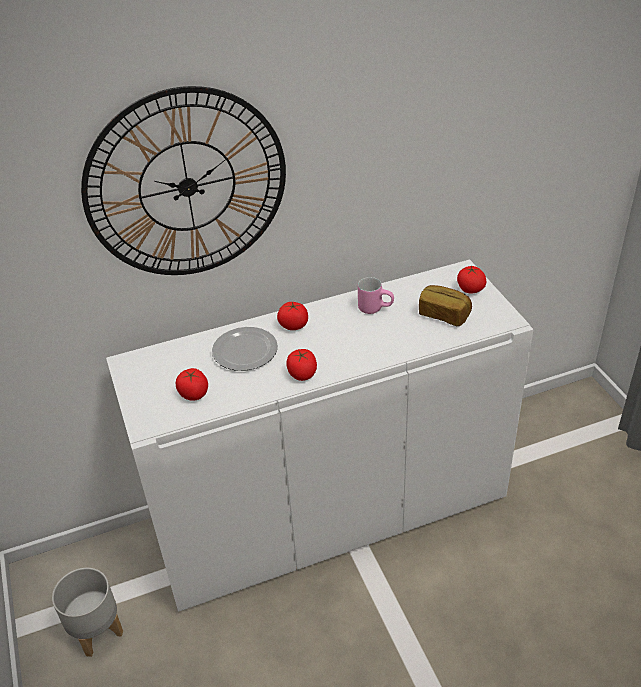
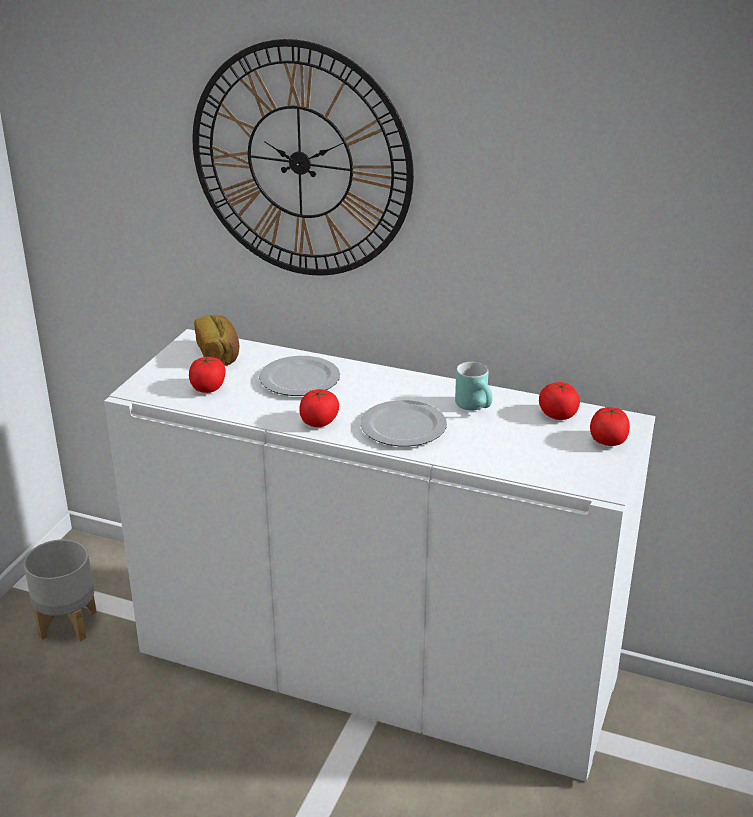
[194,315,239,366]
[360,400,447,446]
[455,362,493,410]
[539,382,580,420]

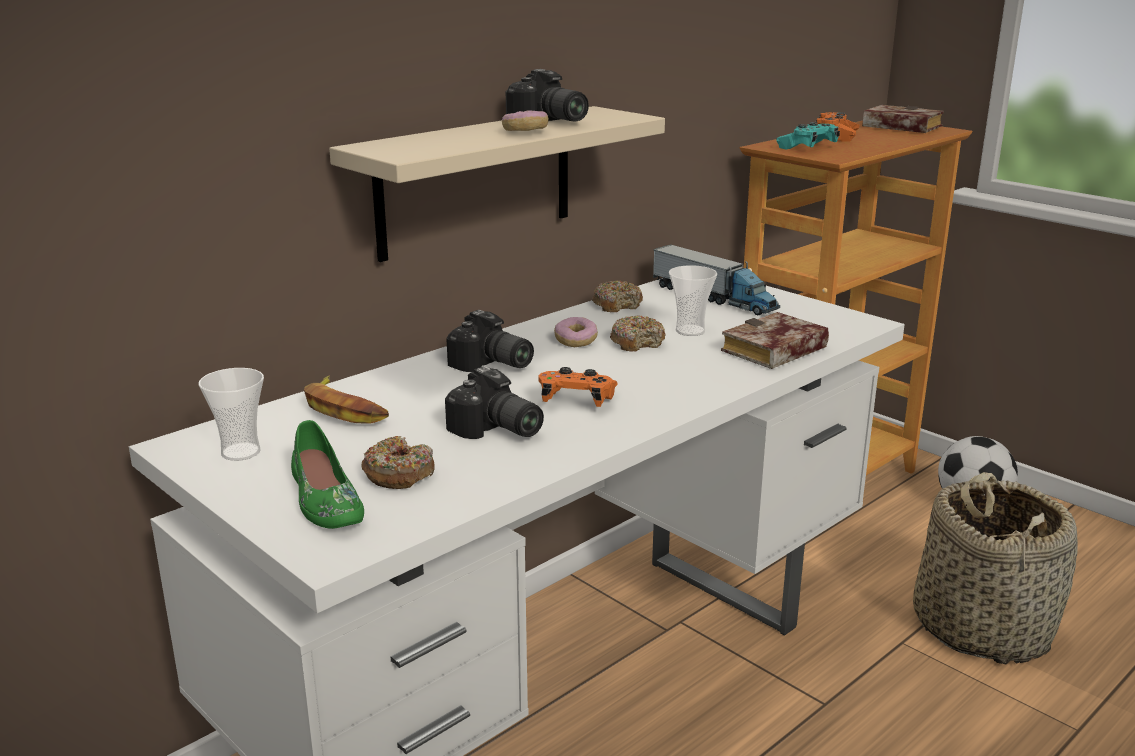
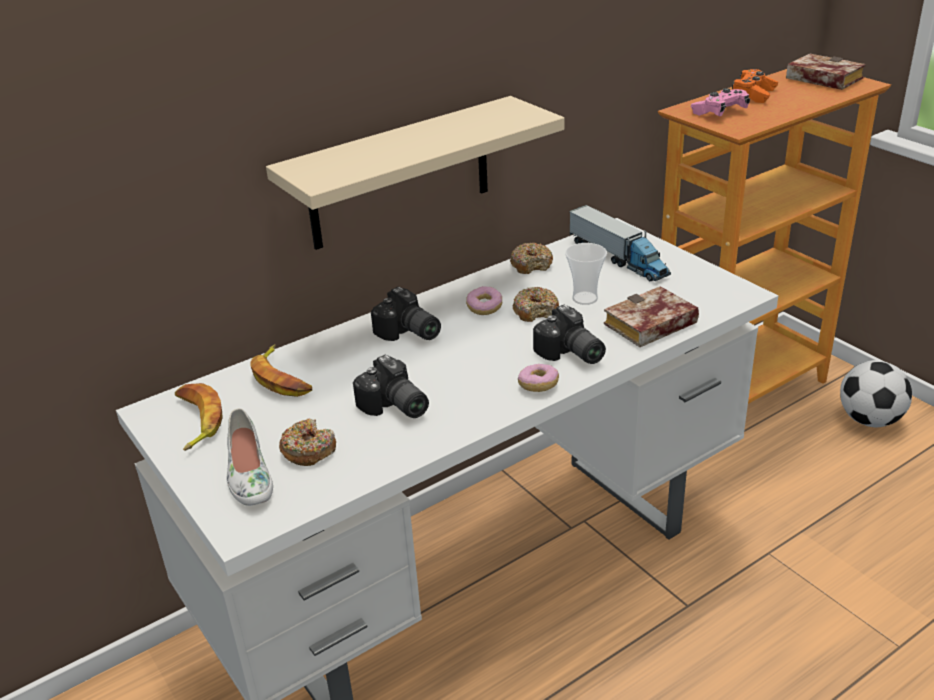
[175,383,223,451]
[227,408,273,506]
[518,364,559,392]
[533,304,606,364]
[691,88,750,116]
[538,367,618,407] (first image)
[913,472,1078,665] (first image)

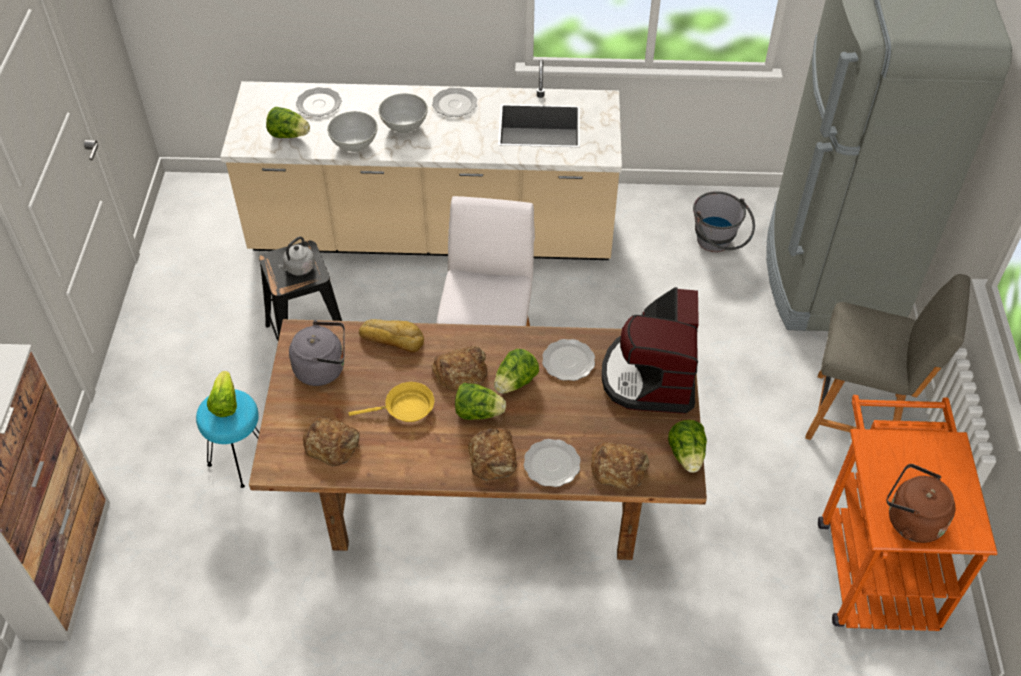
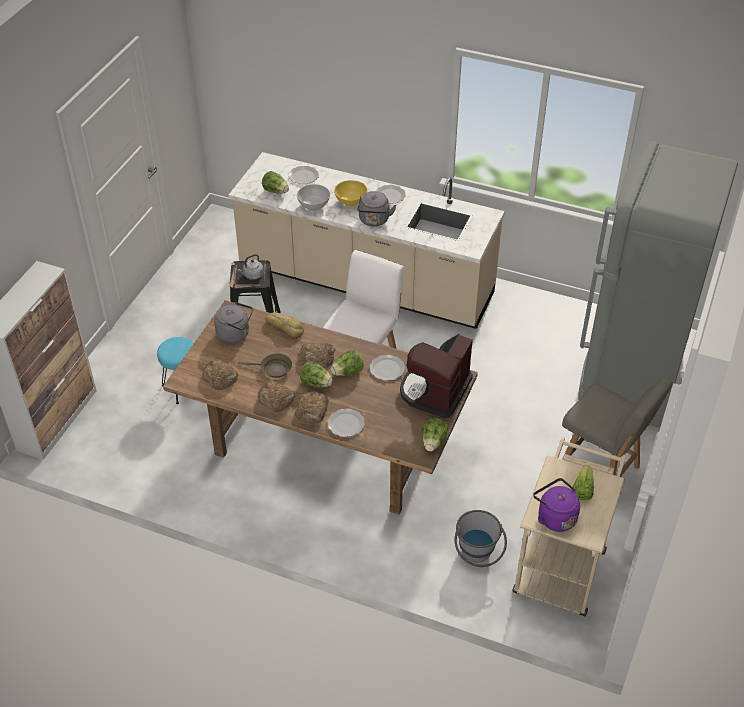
[238,353,292,378]
[258,380,295,412]
[334,180,368,207]
[357,191,396,226]
[454,510,507,567]
[512,437,626,616]
[533,478,580,532]
[572,465,594,500]

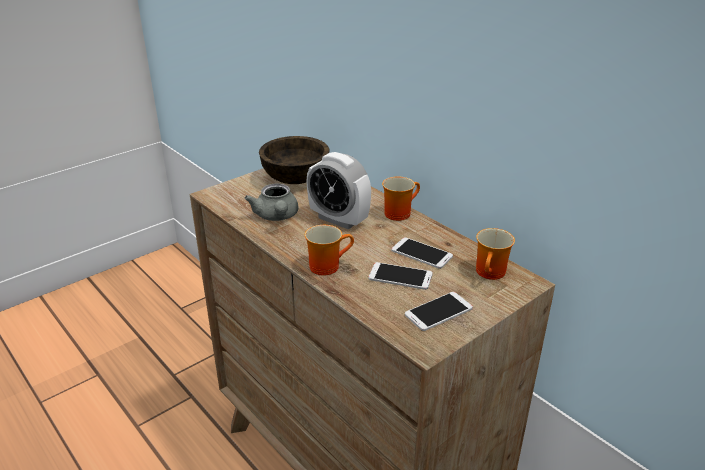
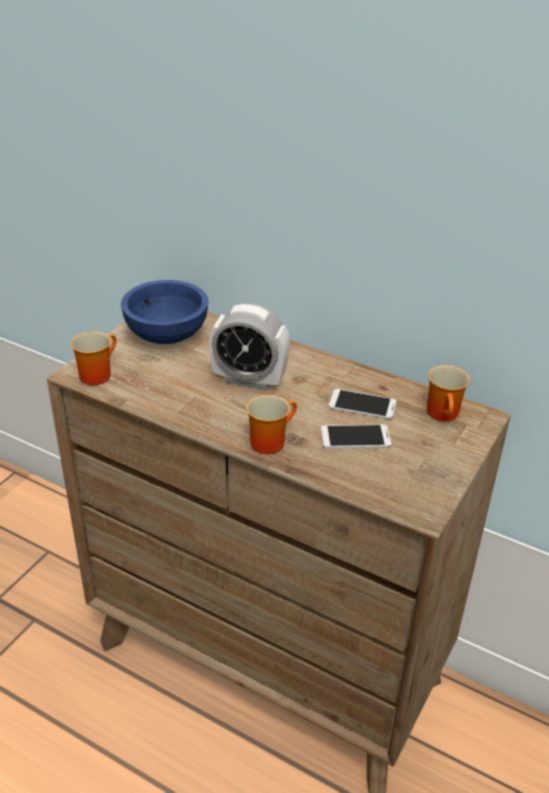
[70,331,117,385]
[121,280,208,344]
[244,183,298,221] (first image)
[405,292,473,331] (first image)

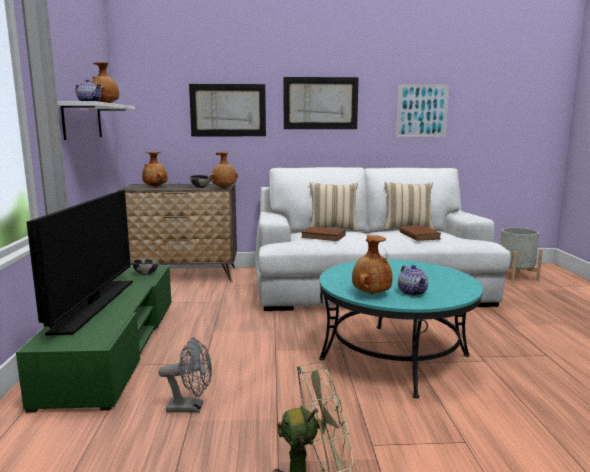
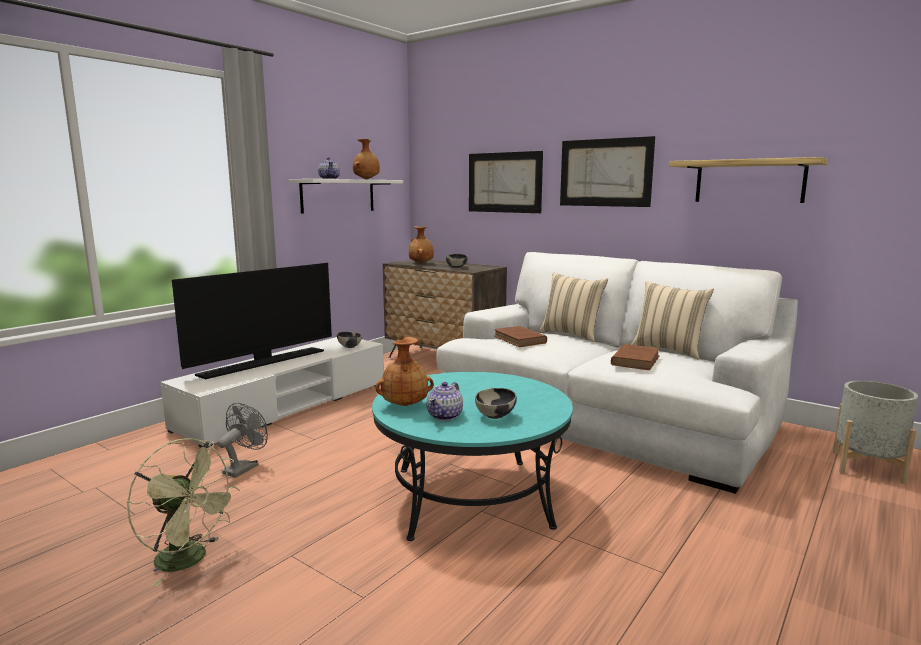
[160,337,384,448]
[218,403,268,478]
[475,388,517,419]
[669,157,828,203]
[210,152,238,188] (first image)

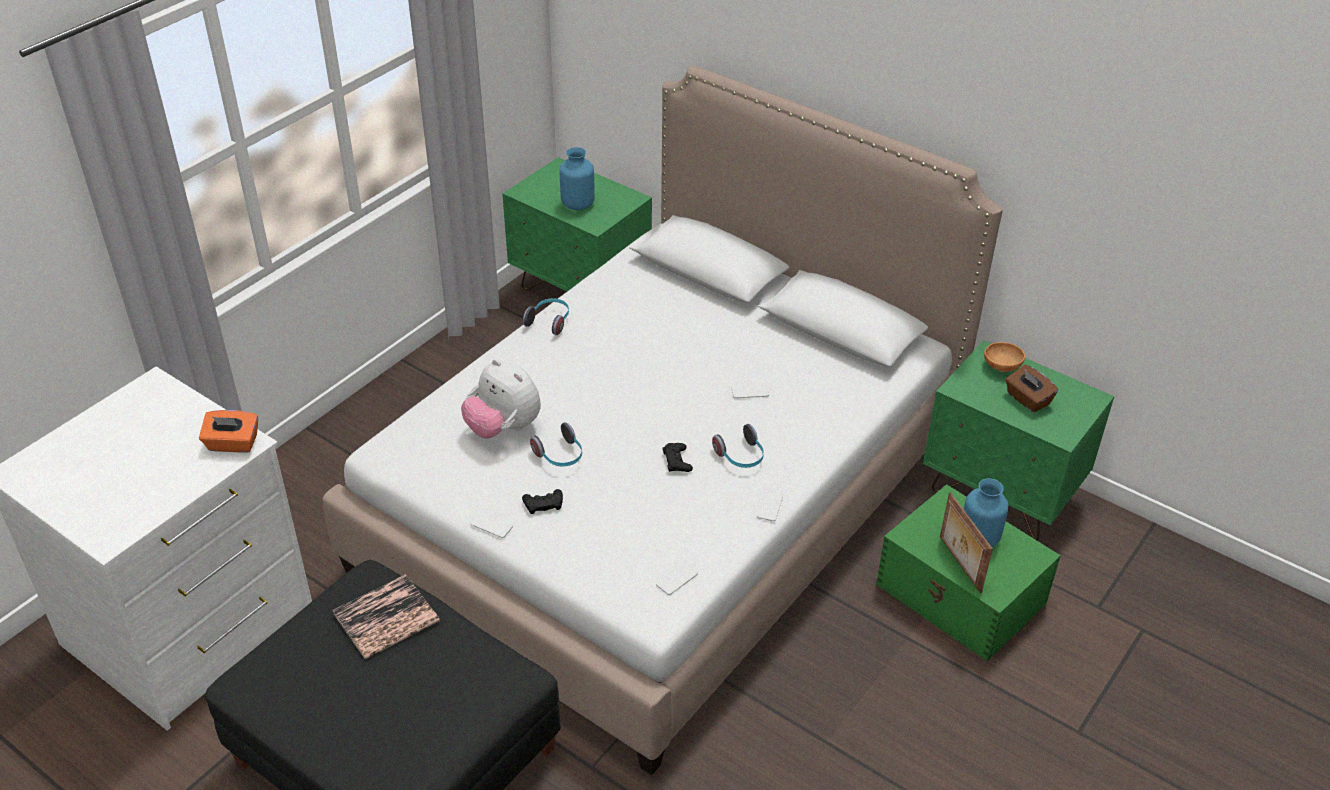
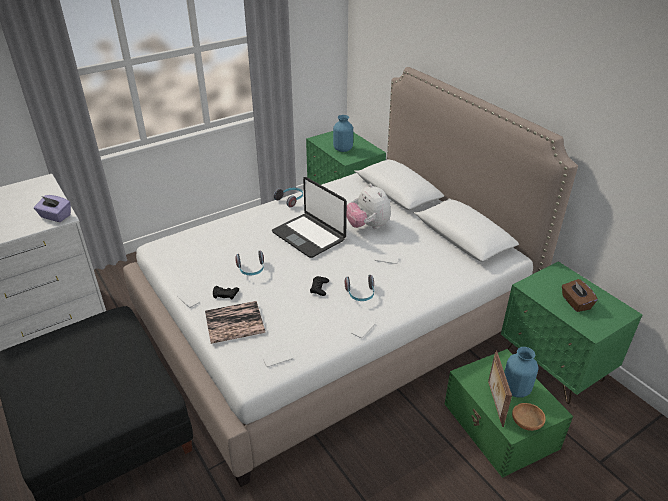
[34,195,71,222]
[205,301,265,344]
[272,177,347,258]
[347,183,391,229]
[512,403,546,431]

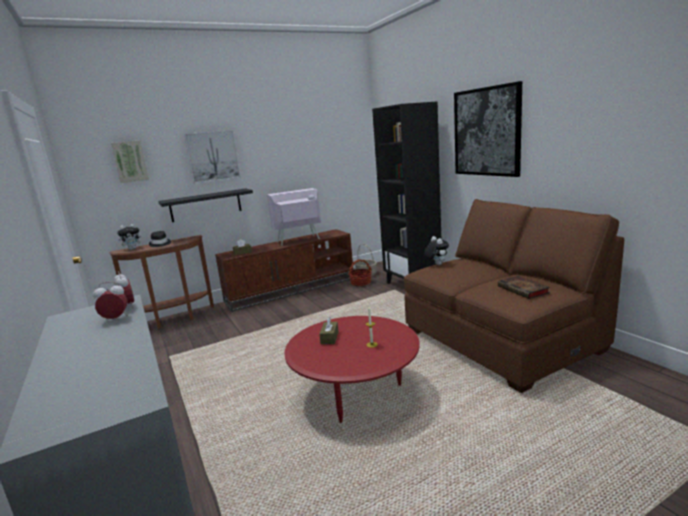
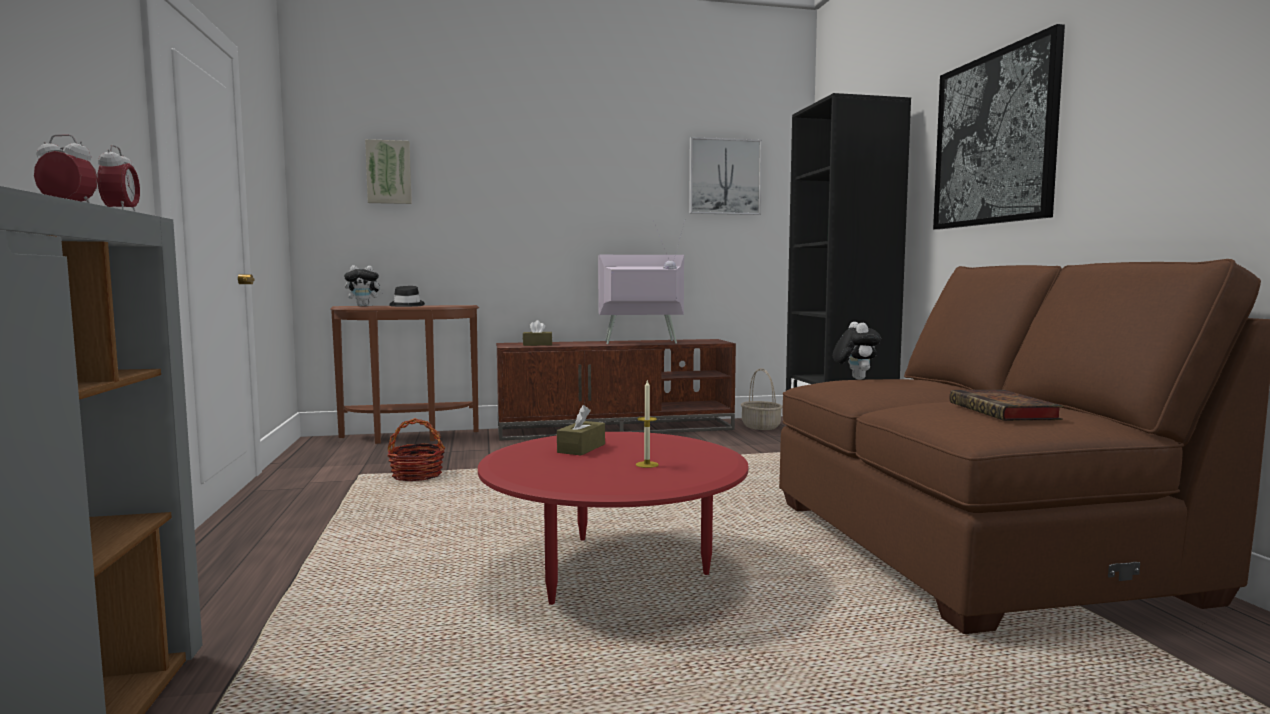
[387,418,445,481]
[689,137,762,215]
[158,188,253,222] (first image)

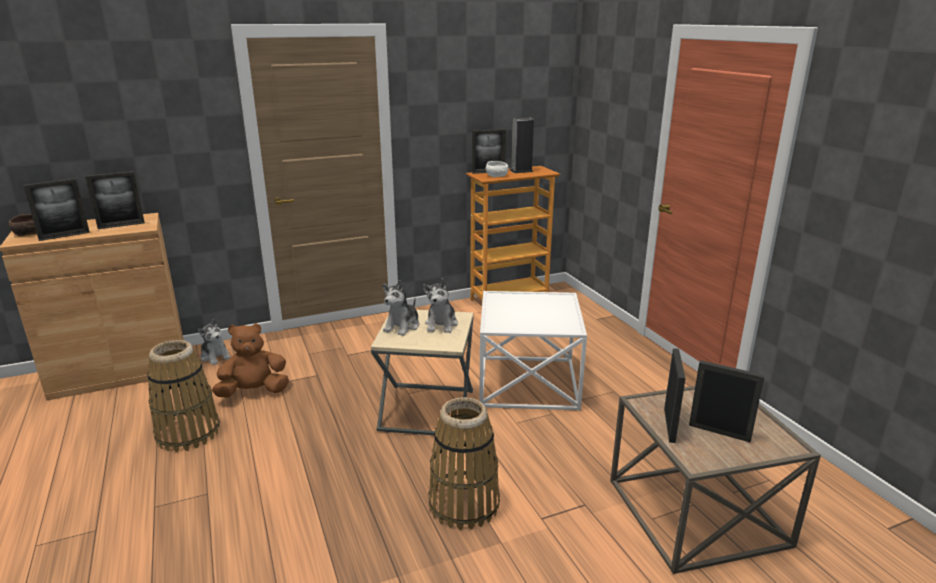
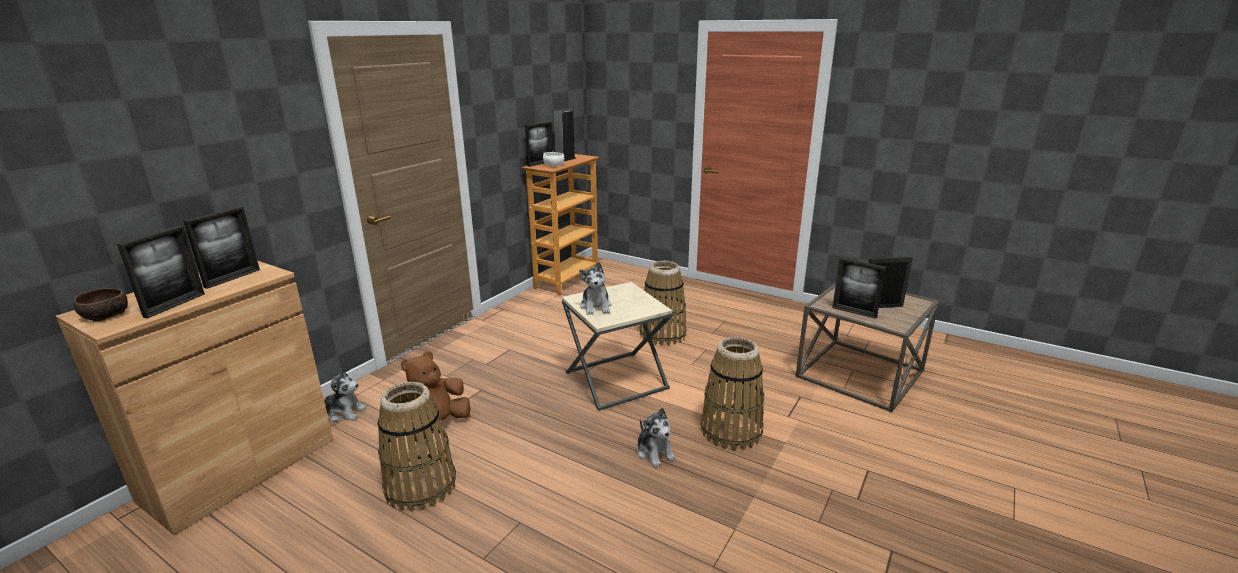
[637,408,676,468]
[639,261,687,346]
[832,258,886,319]

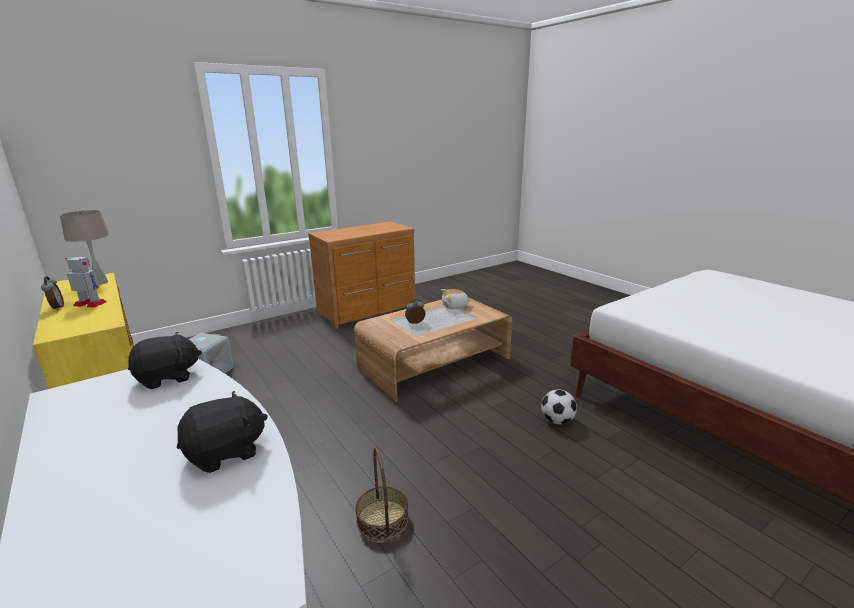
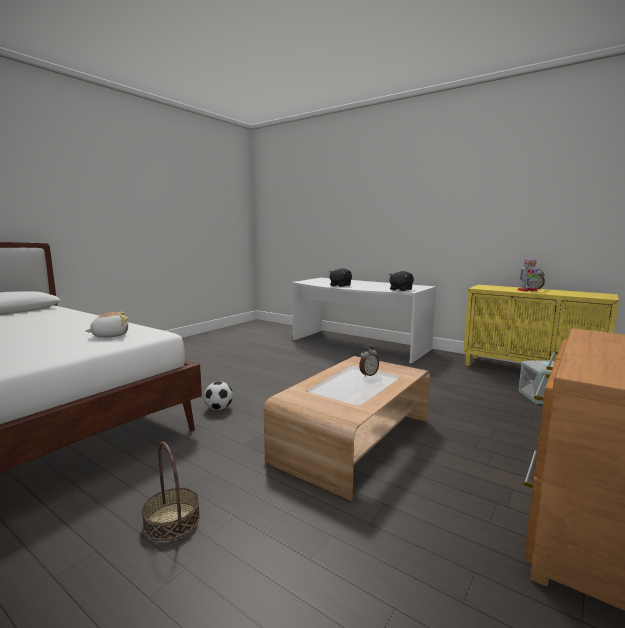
[85,312,128,337]
[142,442,200,541]
[60,210,109,285] (first image)

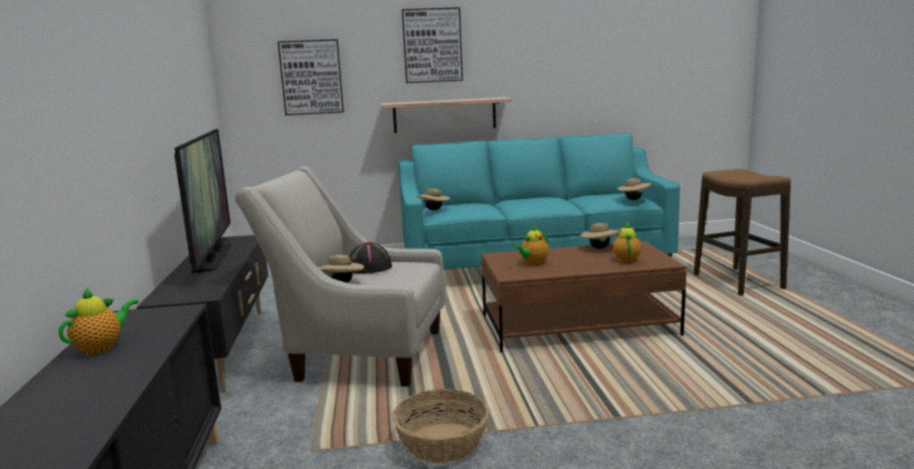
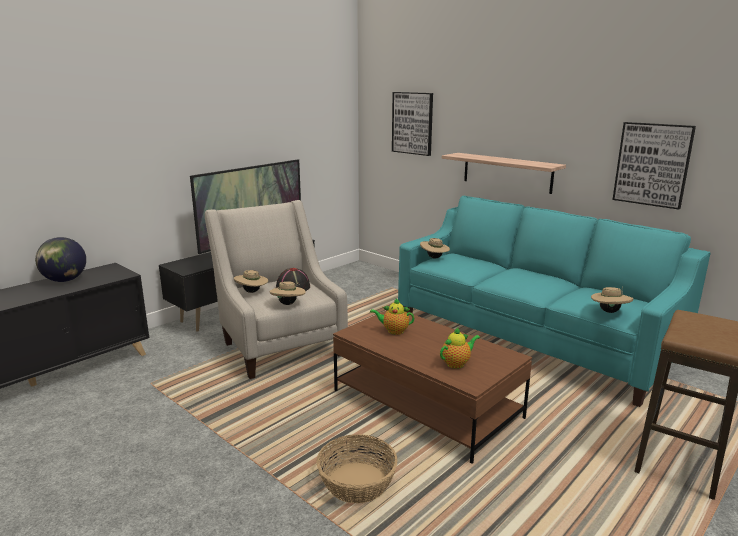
[35,237,86,282]
[270,281,306,305]
[316,434,398,504]
[612,122,696,210]

